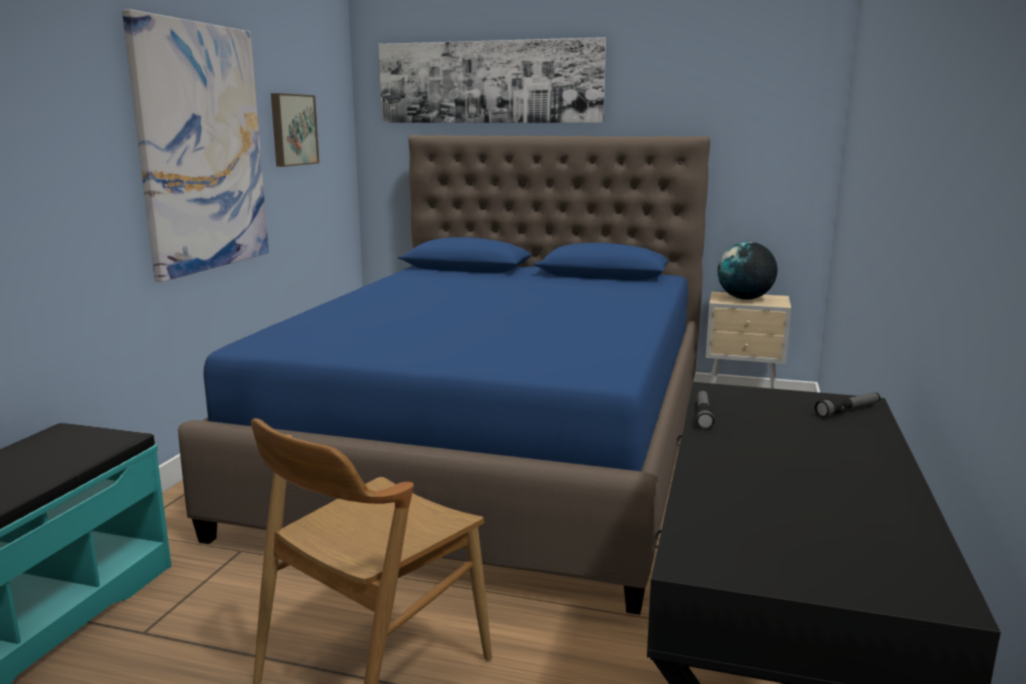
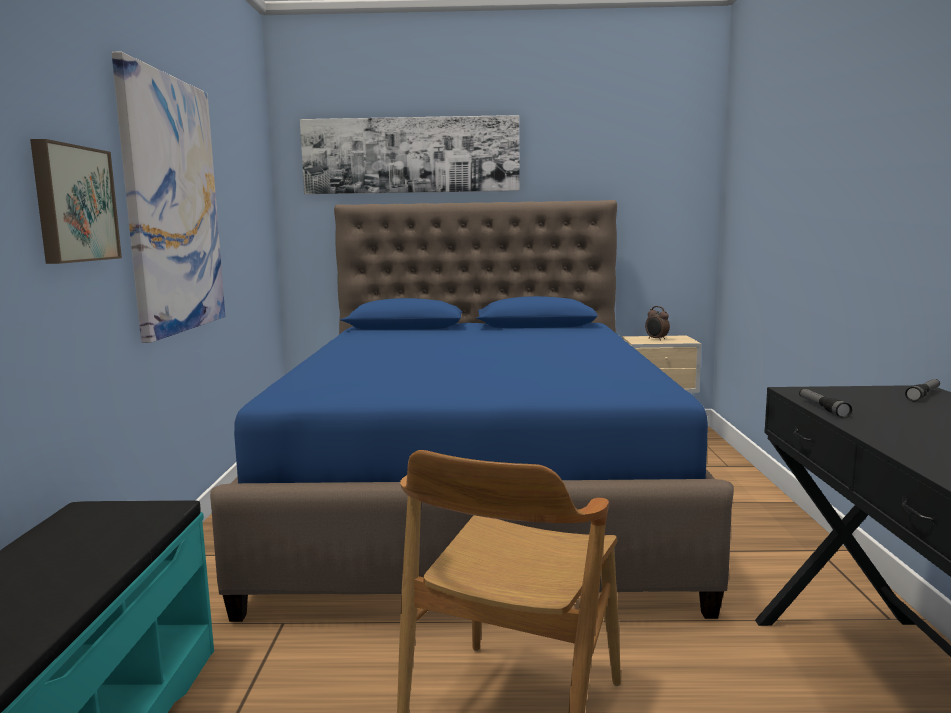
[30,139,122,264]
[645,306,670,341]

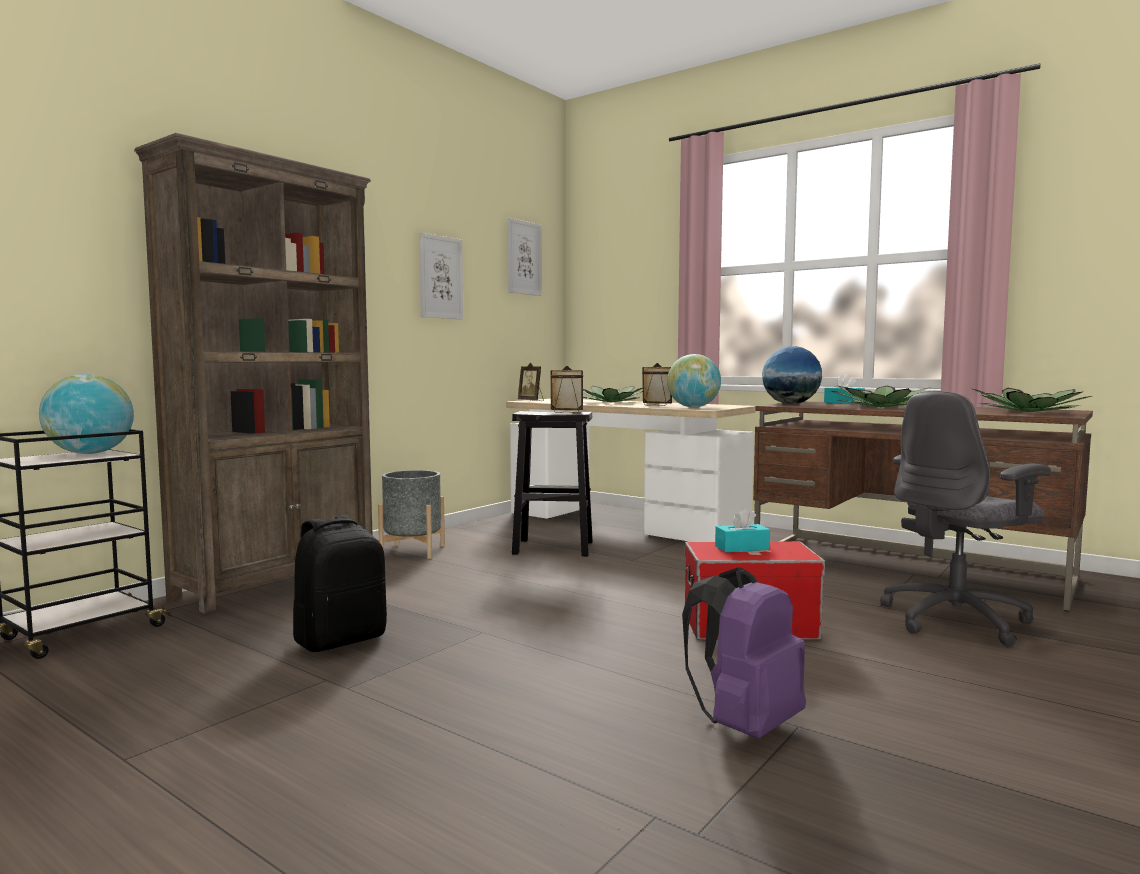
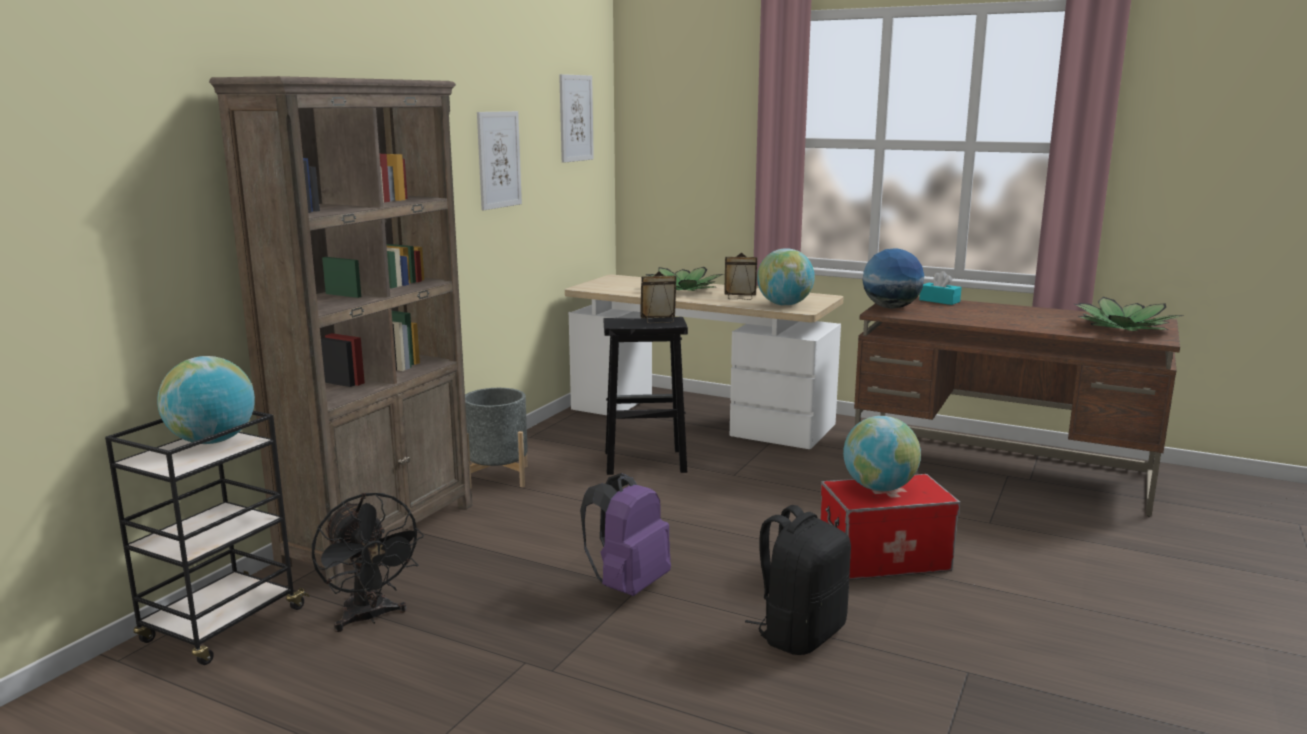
[312,492,424,632]
[580,473,671,596]
[745,505,851,655]
[843,416,921,491]
[518,363,544,401] (first image)
[831,386,931,407] (first image)
[880,391,1051,647] (first image)

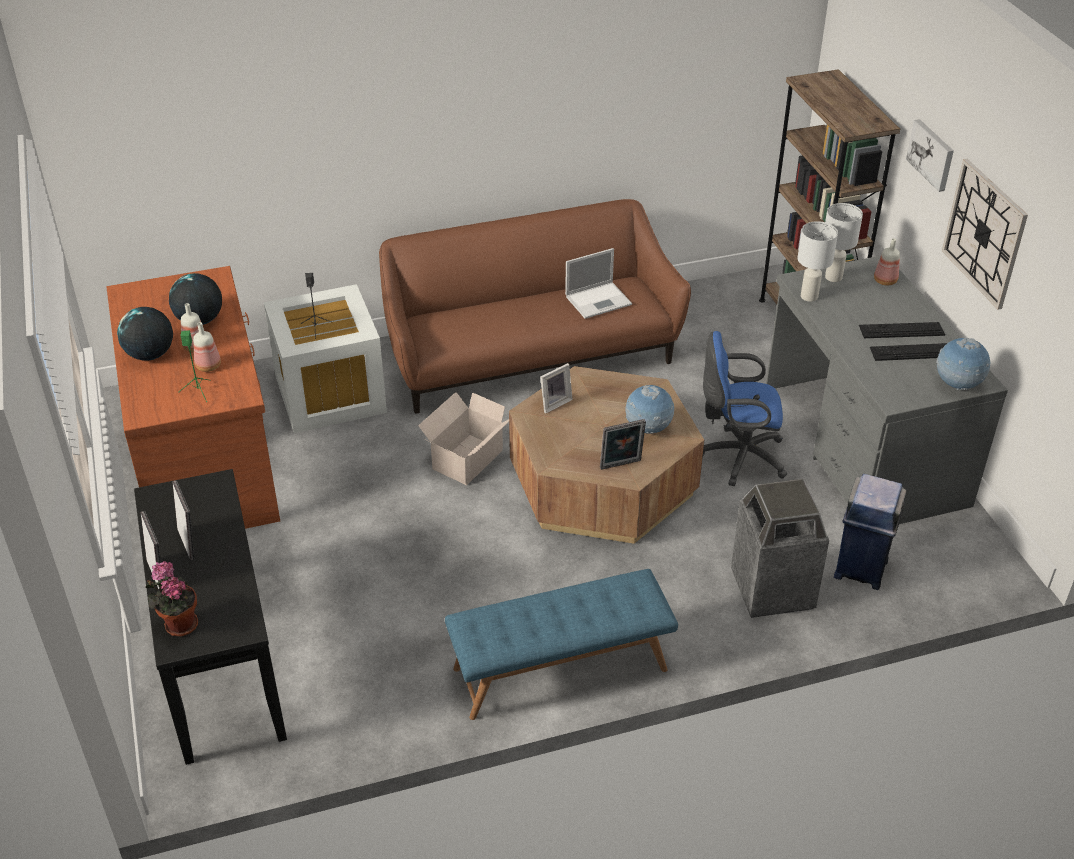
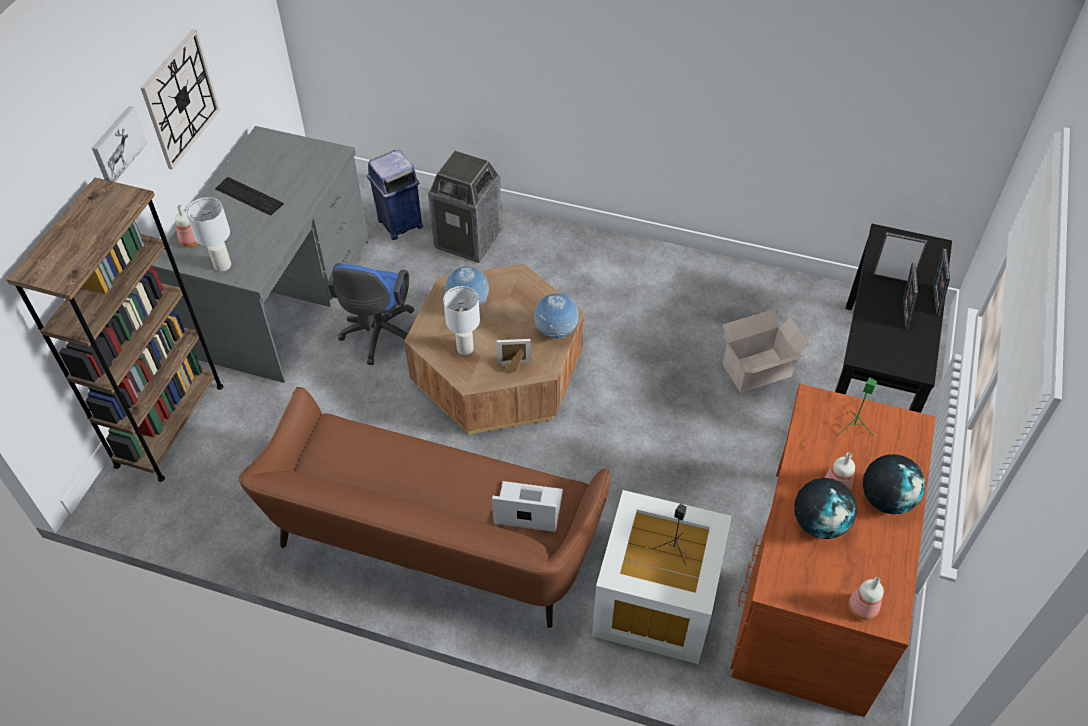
[328,263,414,365]
[443,286,480,355]
[492,481,563,532]
[534,293,579,339]
[723,309,809,393]
[848,577,884,620]
[873,232,927,282]
[145,561,198,637] (first image)
[445,569,678,720] (first image)
[870,343,947,361] (first image)

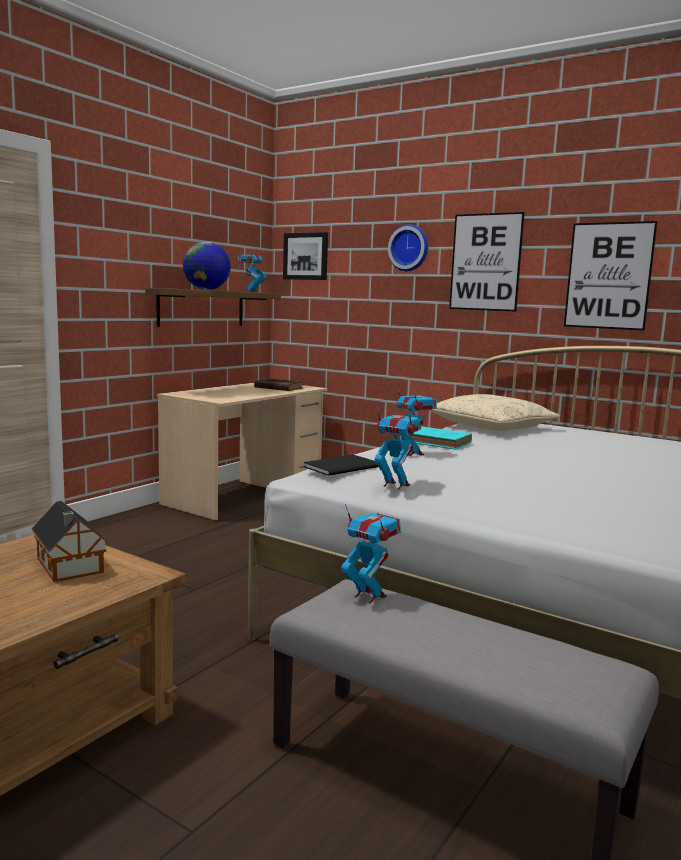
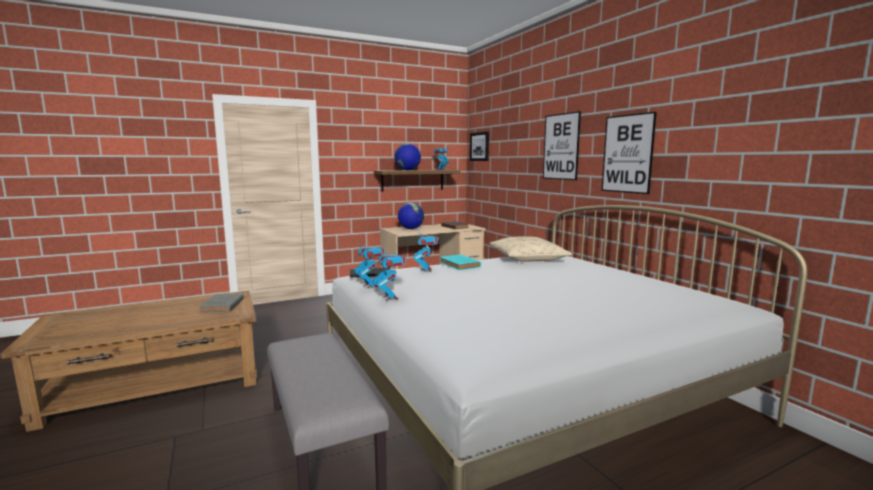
[199,293,244,313]
[373,247,406,300]
[398,203,424,229]
[388,224,428,271] (first image)

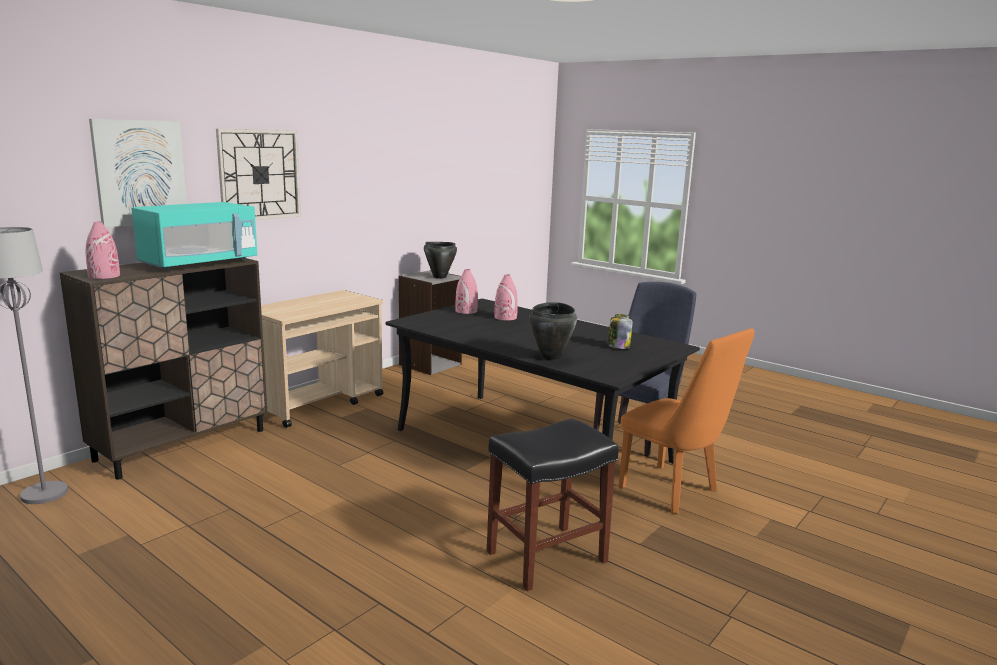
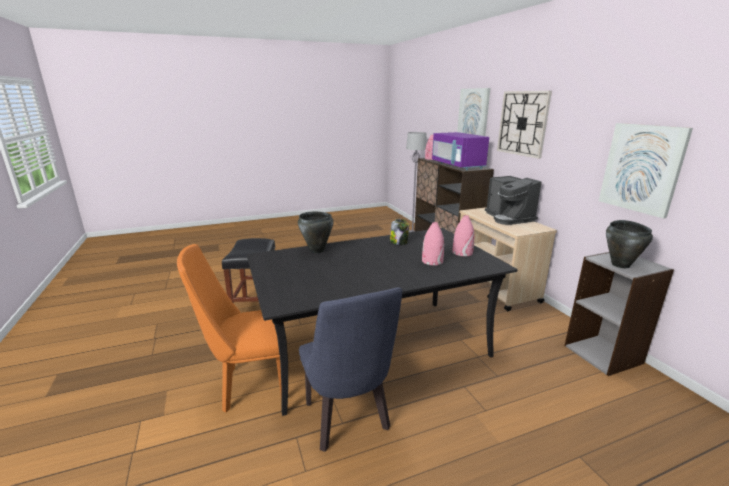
[390,219,409,245]
[432,132,489,170]
[485,176,541,225]
[599,123,693,218]

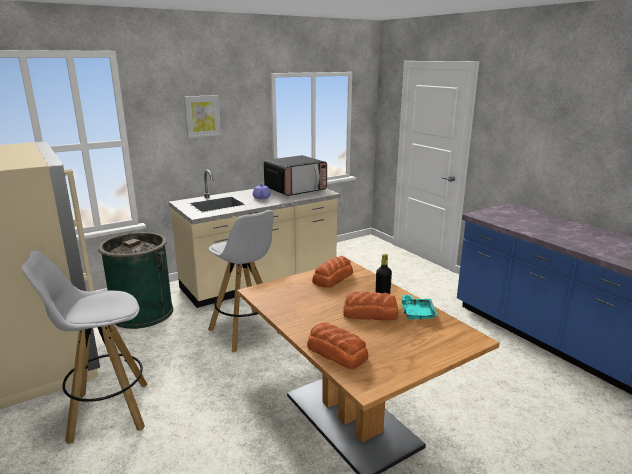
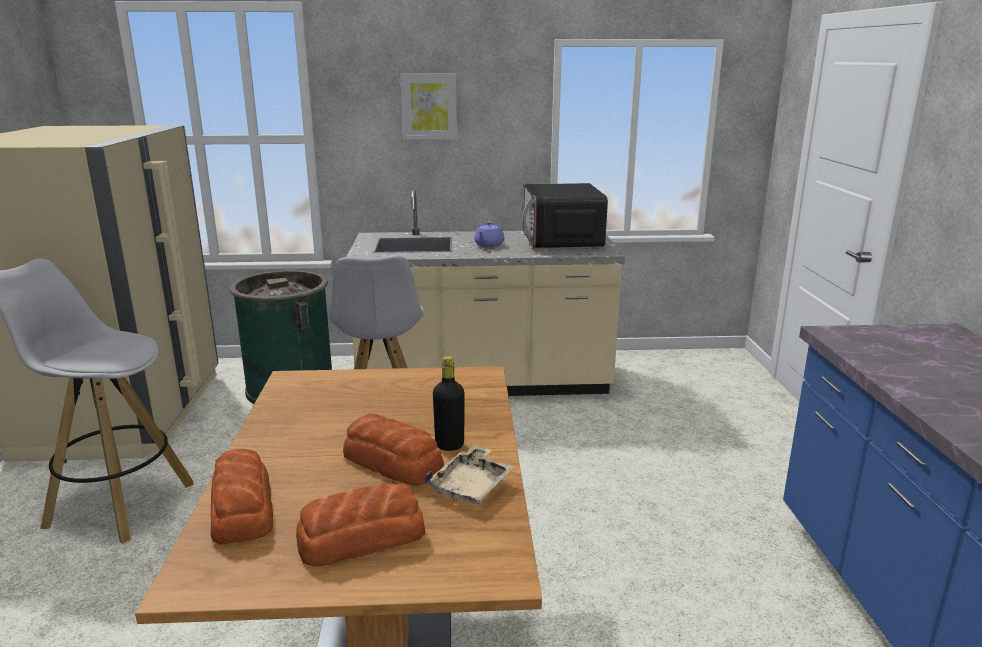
[296,482,425,567]
[425,445,514,505]
[522,183,608,248]

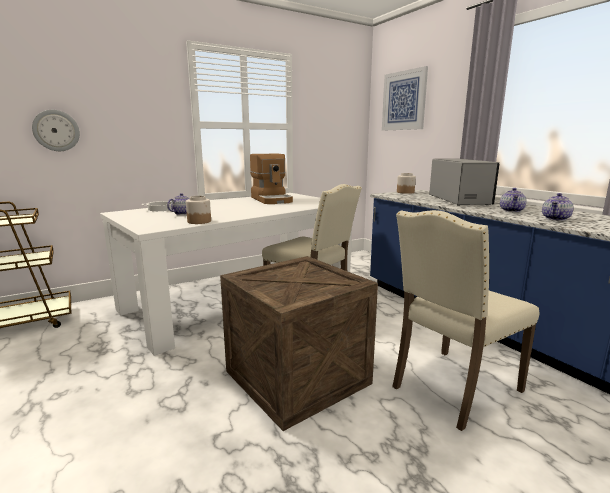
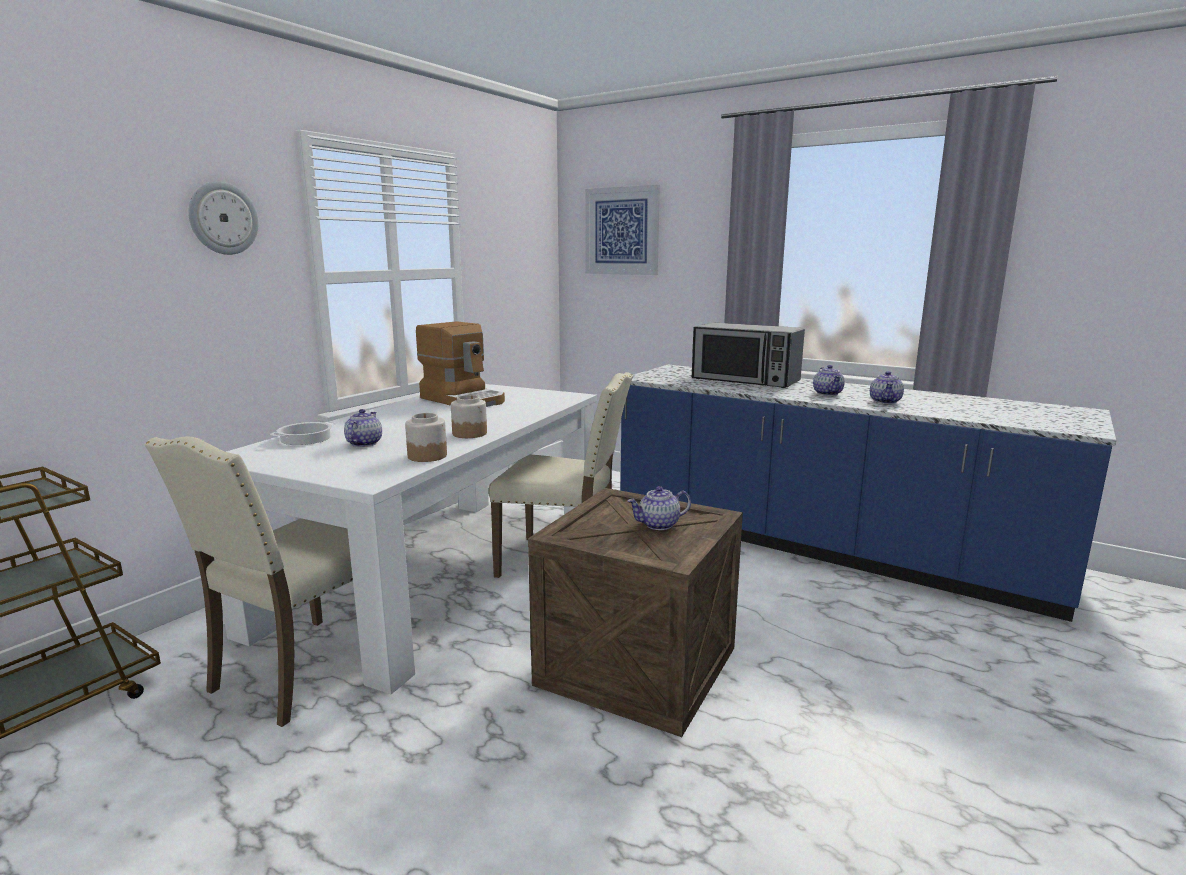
[144,436,353,727]
[188,181,259,255]
[451,395,487,438]
[627,486,691,530]
[692,322,805,388]

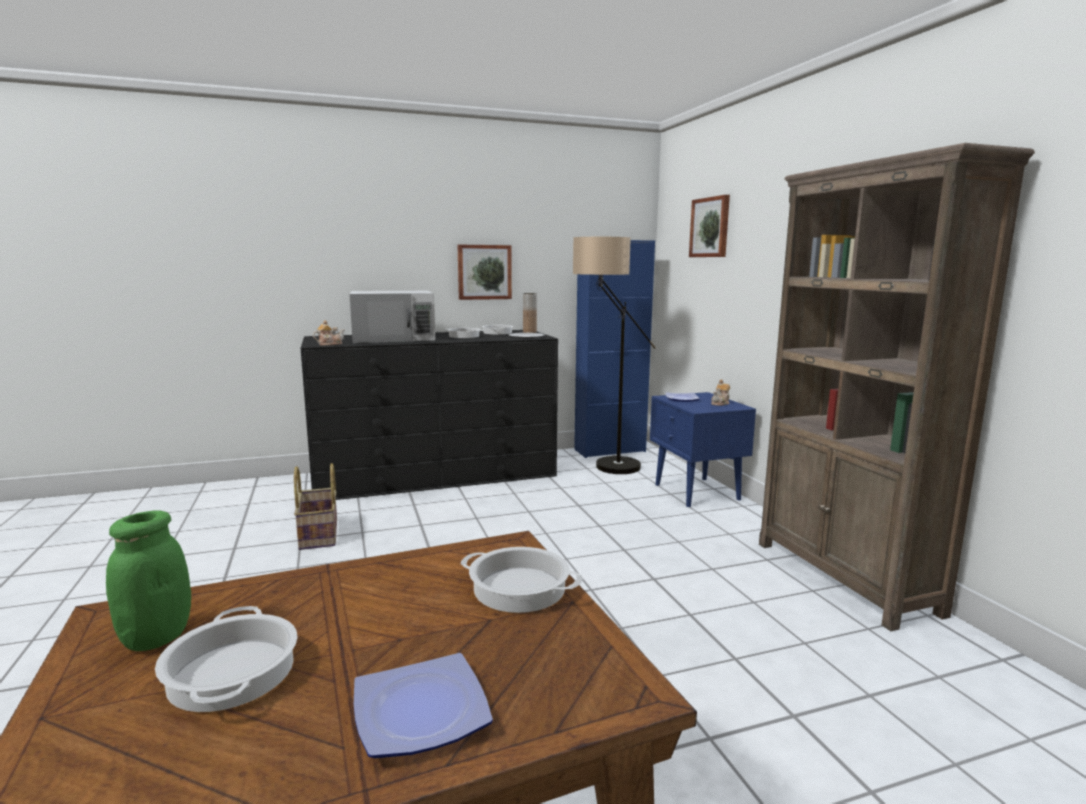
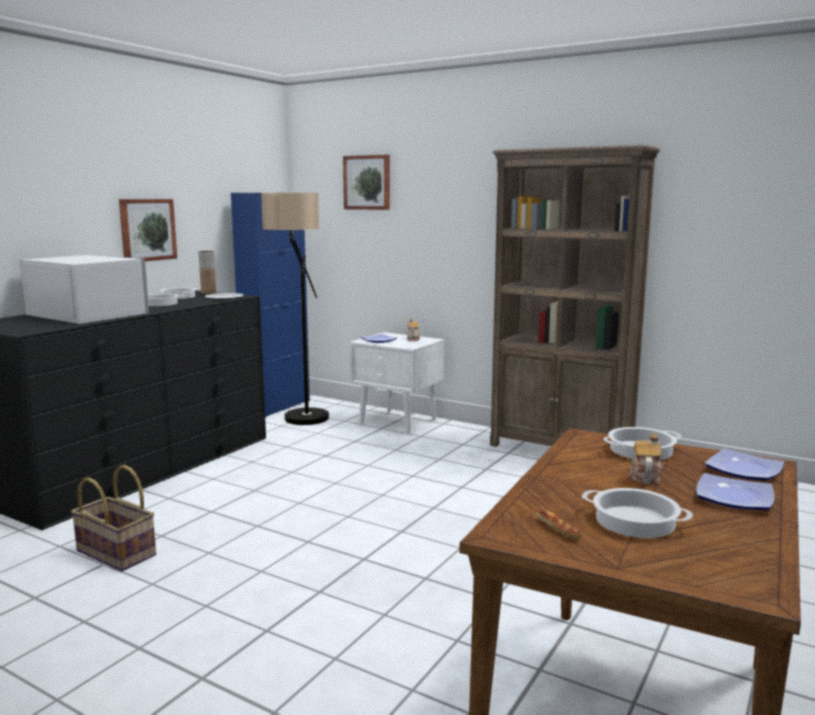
[20,255,149,324]
[350,332,444,434]
[536,509,581,540]
[628,433,662,485]
[705,448,785,481]

